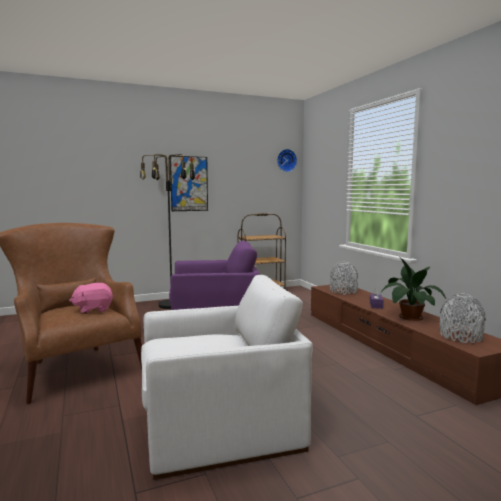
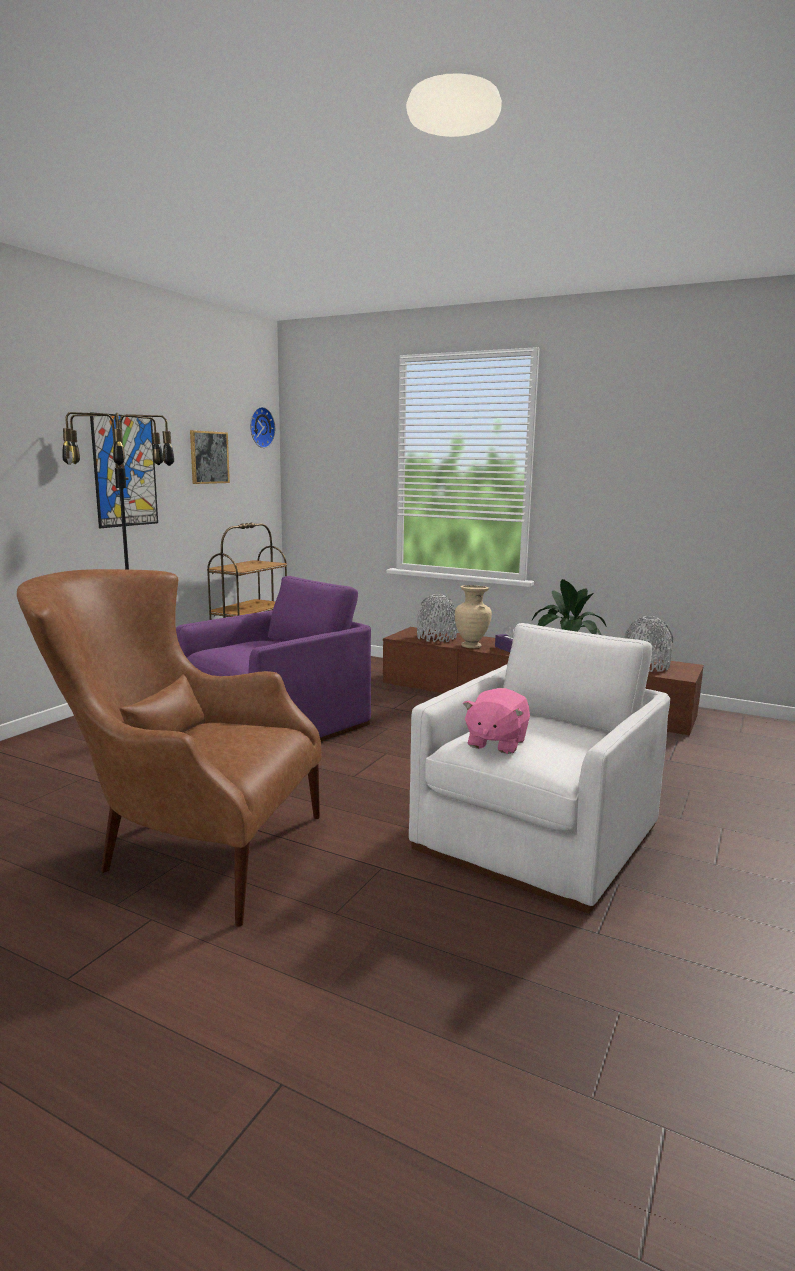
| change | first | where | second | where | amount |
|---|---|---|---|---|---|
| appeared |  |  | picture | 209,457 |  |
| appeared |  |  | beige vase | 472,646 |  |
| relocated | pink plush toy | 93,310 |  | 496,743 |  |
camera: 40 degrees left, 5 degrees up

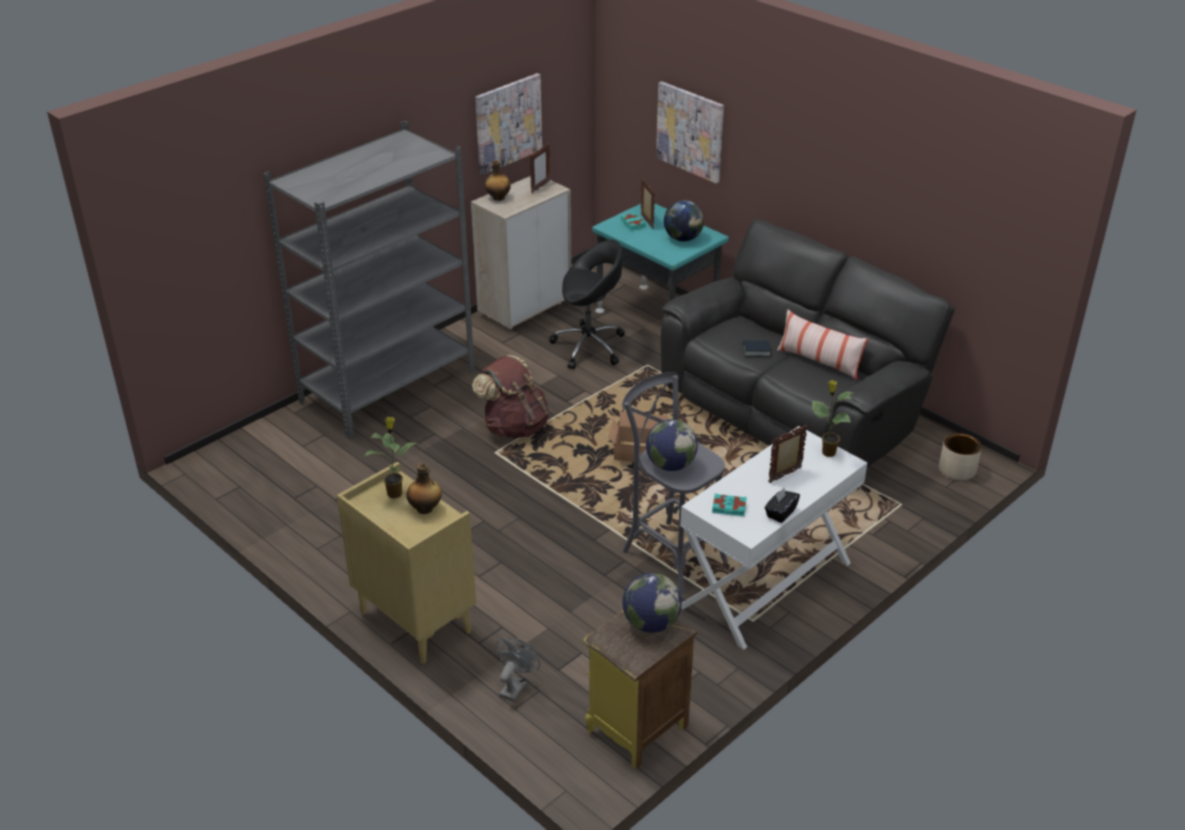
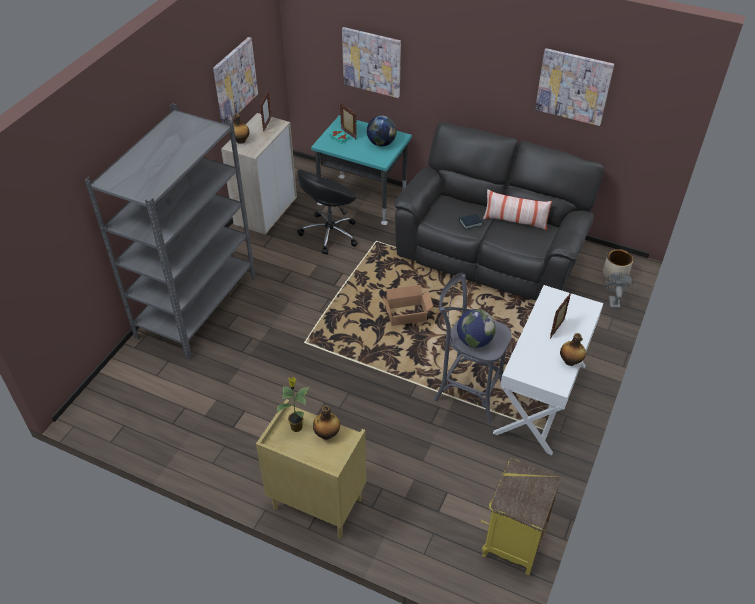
| change | first | where | second | where | amount |
|---|---|---|---|---|---|
| spun | black office chair | 590,346 |  | 328,235 | 150 degrees clockwise |
| appeared |  |  | picture | 573,86 |  |
| exchanged | black tissue box | 780,513 | bottle | 570,361 |  |
| relocated | grey fan | 515,686 |  | 613,300 |  |
| missing | brown backpack | 514,427 |  |  |  |
| missing | globe | 651,623 |  |  |  |
| missing | turquoise book | 729,508 |  |  |  |
| missing | potted plant | 827,452 |  |  |  |
camera: 20 degrees left, 10 degrees up

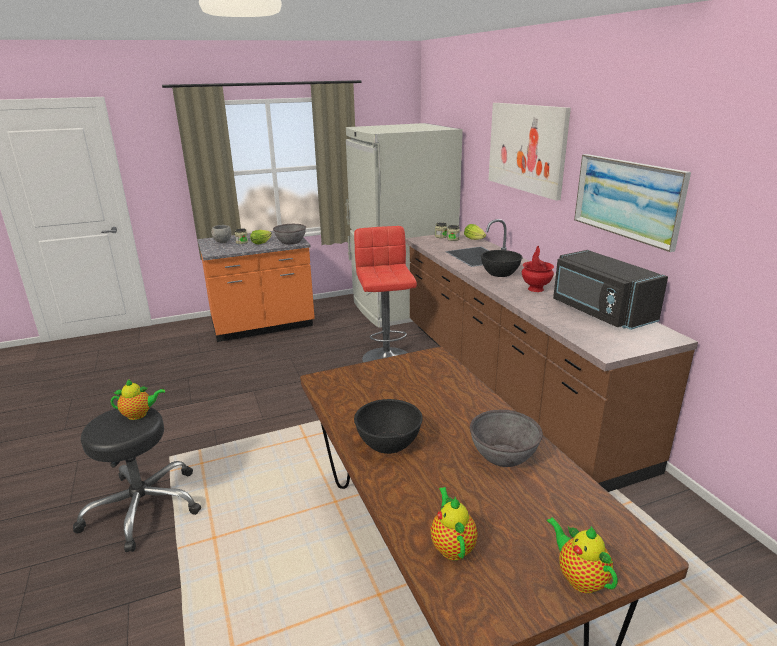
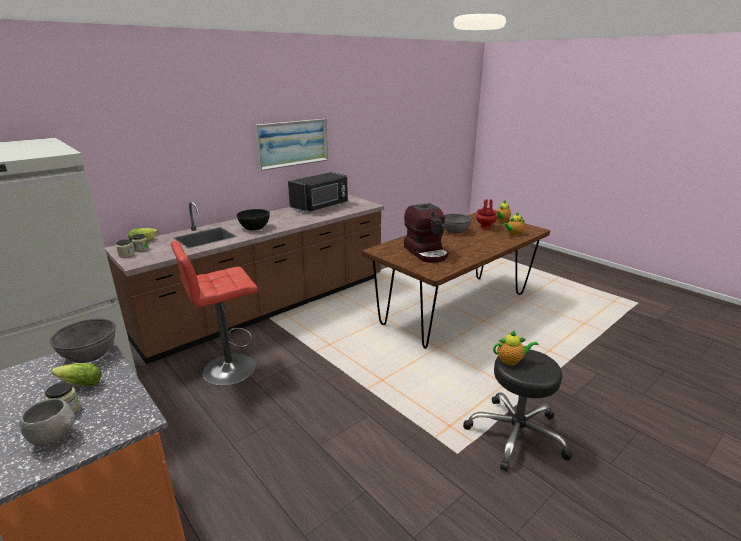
| change | first | where | second | where | amount |
|---|---|---|---|---|---|
| appeared |  |  | coffee machine | 426,252 |  |
| relocated | red vase | 535,289 |  | 485,227 |  |
| spun | teapot | 139,414 |  | 511,361 | 120 degrees clockwise |
| missing | black bowl | 388,442 |  |  |  |
| missing | picture | 526,148 |  |  |  |
camera: 110 degrees left, 0 degrees up

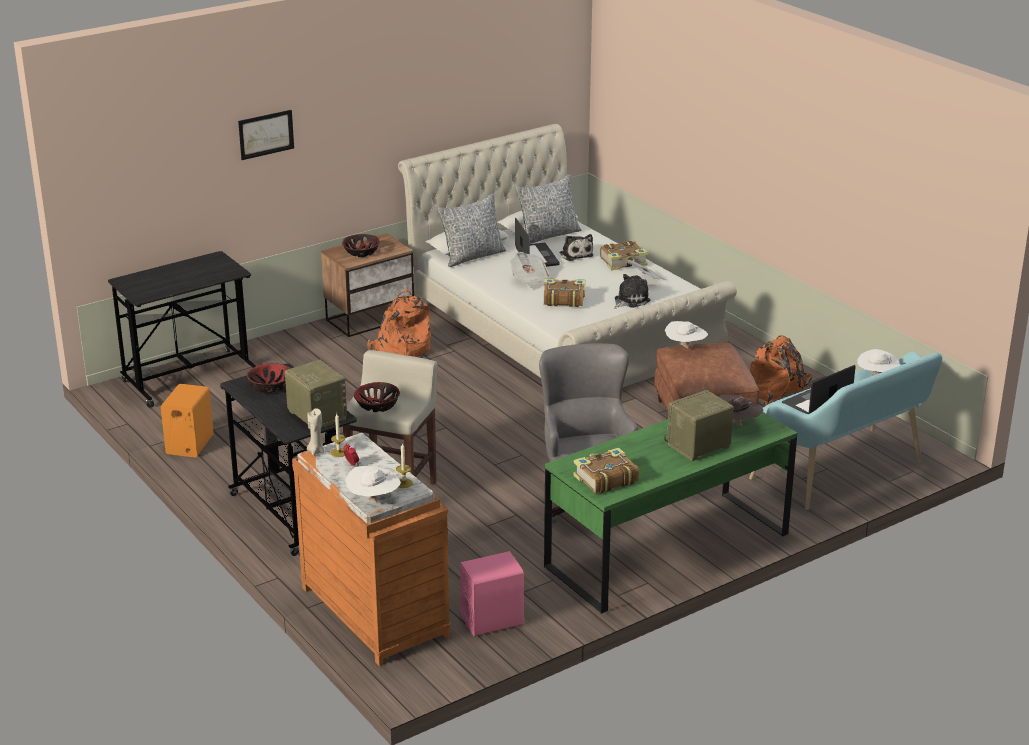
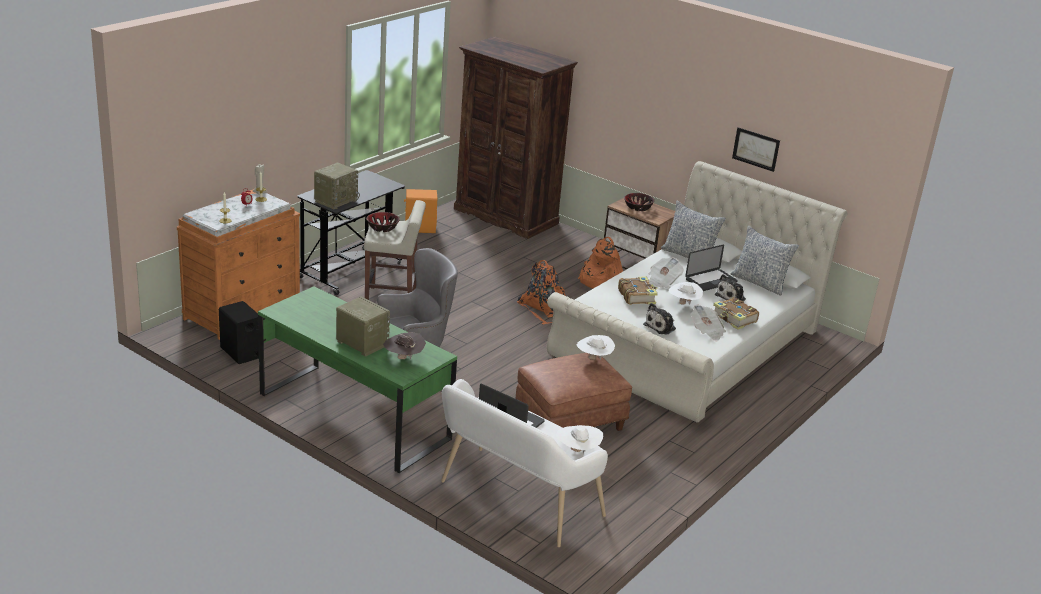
| change | first | where | second | where | amount |
|---|---|---|---|---|---|
| colour | pink speaker | 492,620 | black speaker | 241,352 |  |
| colour | turquoise bench | 843,473 | white bench | 515,501 |  |
| exchanged | black desk | 190,378 | brown wardrobe | 505,216 |  |
| relocated | orange backpack | 780,393 |  | 544,309 |  |
| spun | plush toy | 630,300 |  | 661,327 | 105 degrees clockwise |
| relocated | white hat | 373,500 |  | 683,304 |  |
| relocated | picture | 266,134 |  | 756,149 |  |
| missing | bowl | 270,386 |  |  |  |
| missing | book | 605,479 |  |  |  |
camera: 70 degrees right, 0 degrees up

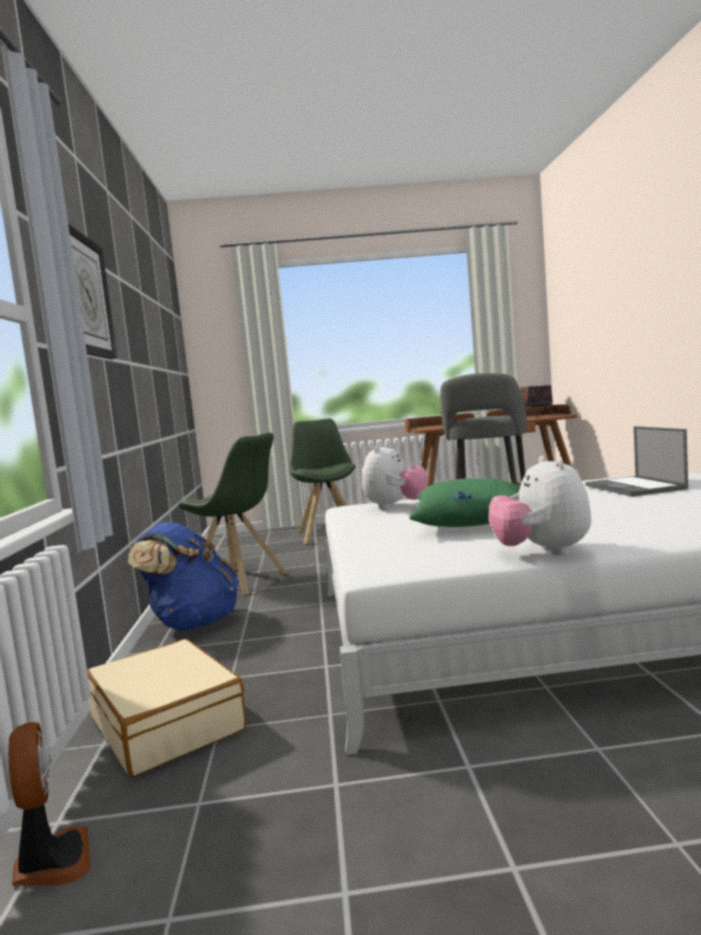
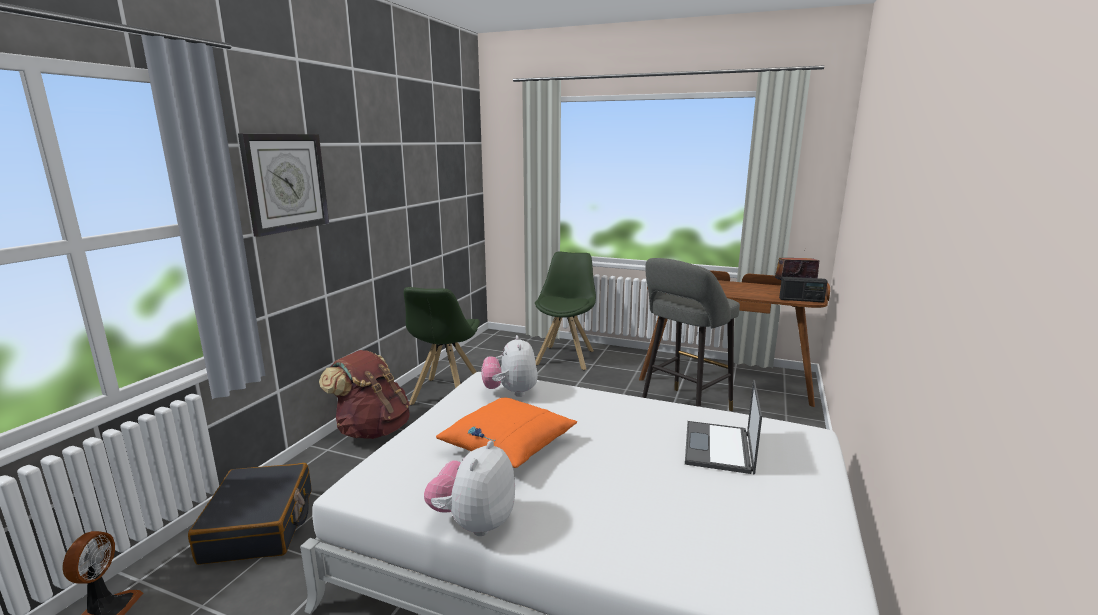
| change | first | where | second | where | amount |
|---|---|---|---|---|---|
| colour | beige suitcase | 167,723 | black suitcase | 260,525 |  |
| colour | blue backpack | 192,623 | brown backpack | 372,430 |  |
| spun | green chair | 239,581 |  | 446,393 | 45 degrees clockwise |
| colour | green pillow | 470,523 | orange pillow | 508,447 |  |
| spun | plush toy | 395,507 |  | 511,392 | 120 degrees clockwise |
| appeared |  |  | radio | 801,300 |  |
camera: 25 degrees right, 10 degrees up

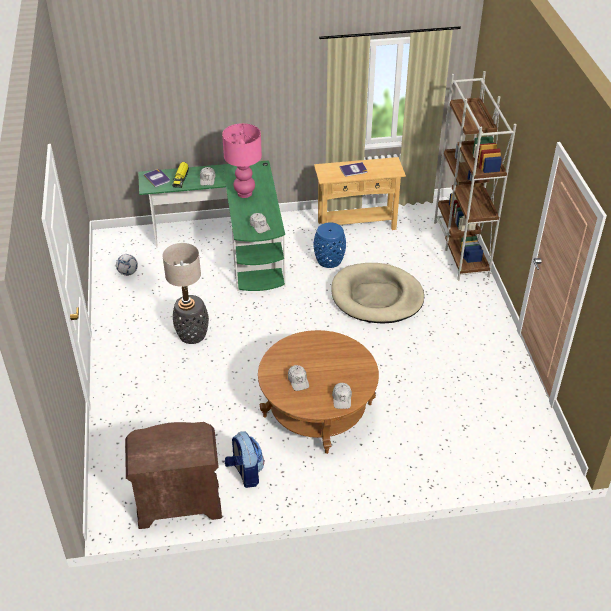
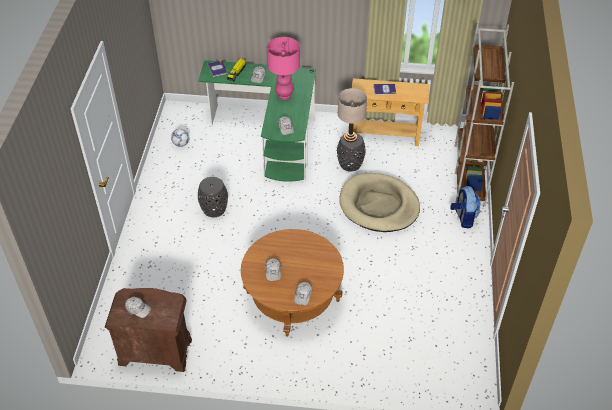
| change | first | where | second | where | amount |
|---|---|---|---|---|---|
| appeared |  |  | white cap | 138,309 |  |
| colour | blue stool | 329,260 | grey stool | 350,164 |  |
| relocated | beige table lamp | 186,305 |  | 350,137 |  |
| relocated | backpack | 245,473 |  | 463,218 |  |
camera: 15 degrees right, 5 degrees up

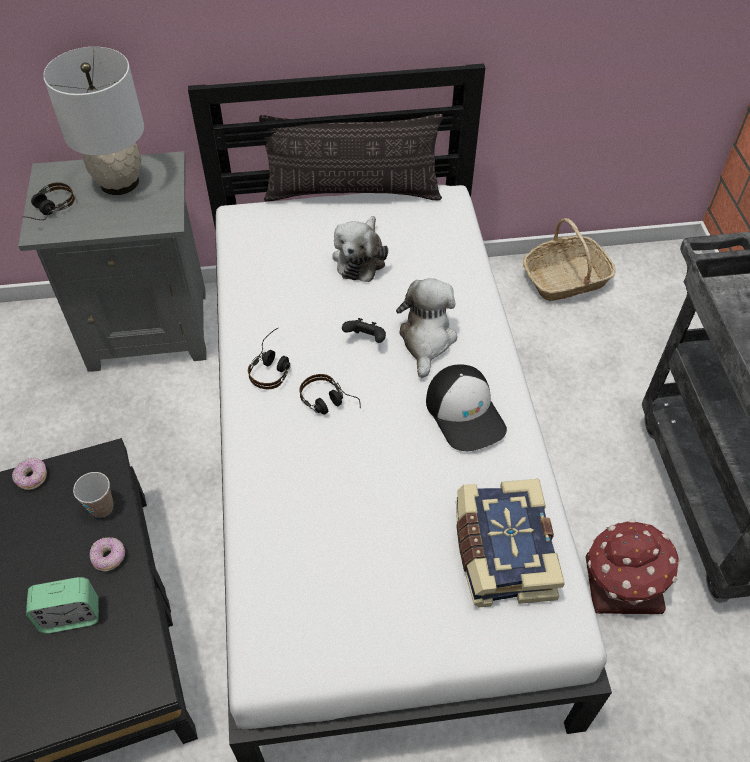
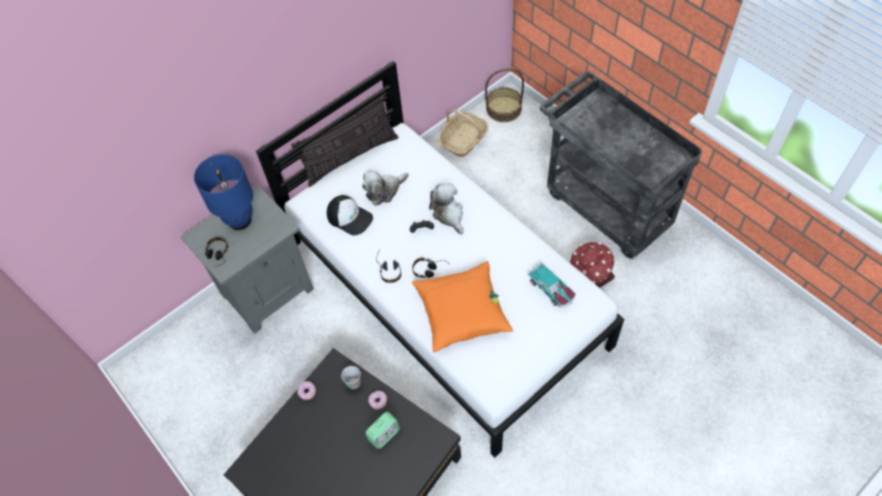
| change | first | where | second | where | amount |
|---|---|---|---|---|---|
| colour | white table lamp | 120,182 | blue table lamp | 240,220 |  |
| relocated | cap | 465,413 |  | 350,217 |  |
| spun | plush toy | 360,258 |  | 384,191 | 75 degrees clockwise |
| appeared |  |  | orange pillow | 462,313 |  |
| appeared |  |  | basket | 504,109 |  |
| exchanged | book | 501,552 | toy car | 551,289 |  |
camera: 30 degrees left, 5 degrees up

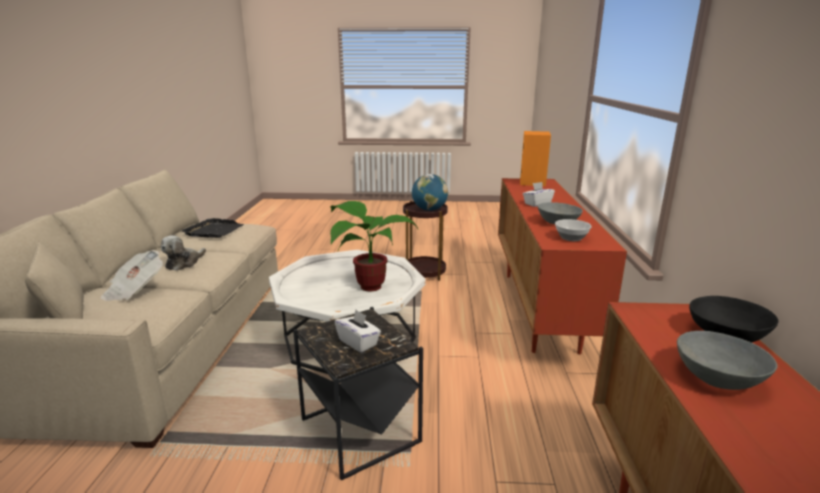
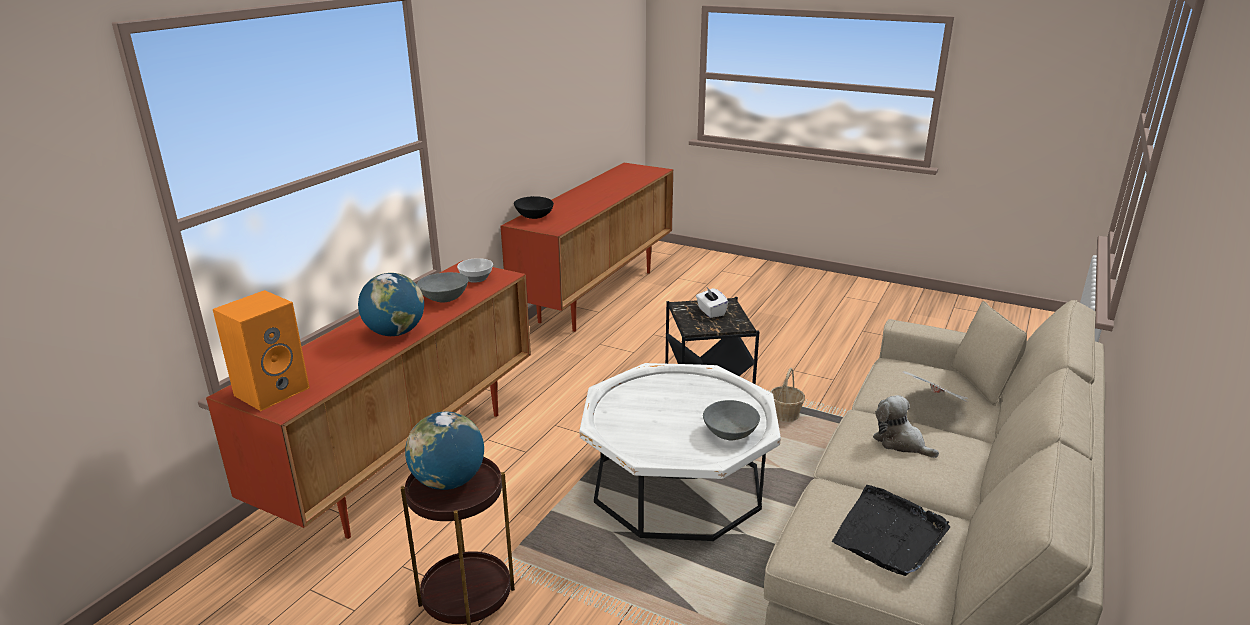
| change | first | where | second | where | amount |
|---|---|---|---|---|---|
| exchanged | white tissue box | 537,204 | globe | 395,333 |  |
| relocated | grey bowl | 719,378 |  | 730,432 |  |
| appeared |  |  | basket | 785,414 |  |
| spun | plush toy | 184,263 |  | 900,442 | 90 degrees counterclockwise |
| missing | potted plant | 367,286 |  |  |  |
camera: 155 degrees left, 5 degrees up

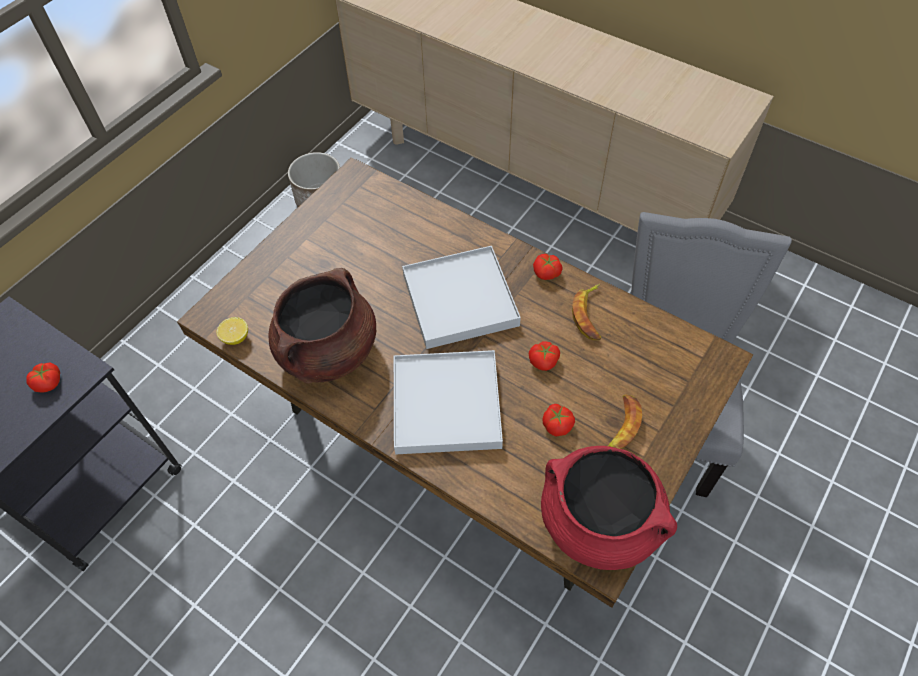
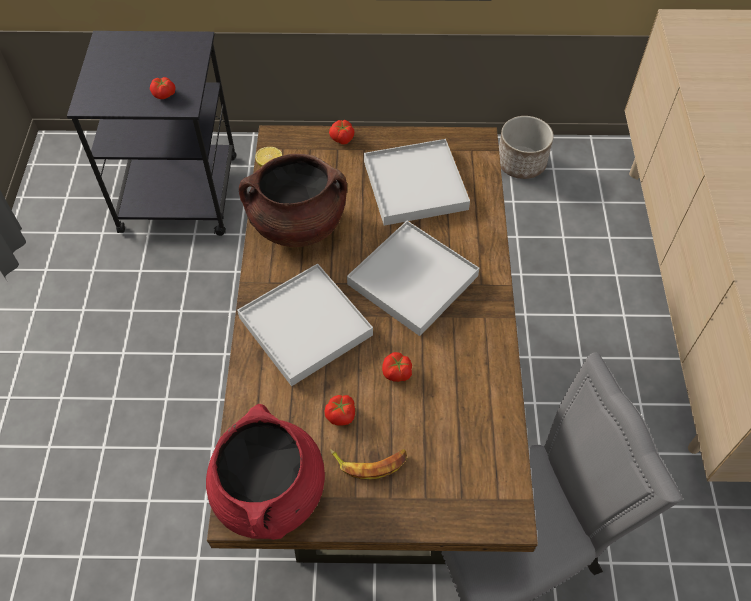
| change | first | where | second | where | amount |
|---|---|---|---|---|---|
| relocated | tomato | 546,273 |  | 342,138 |  |
| appeared |  |  | white tray | 415,185 |  |
| missing | banana | 589,315 |  |  |  |
camera: 55 degrees right, 0 degrees up

